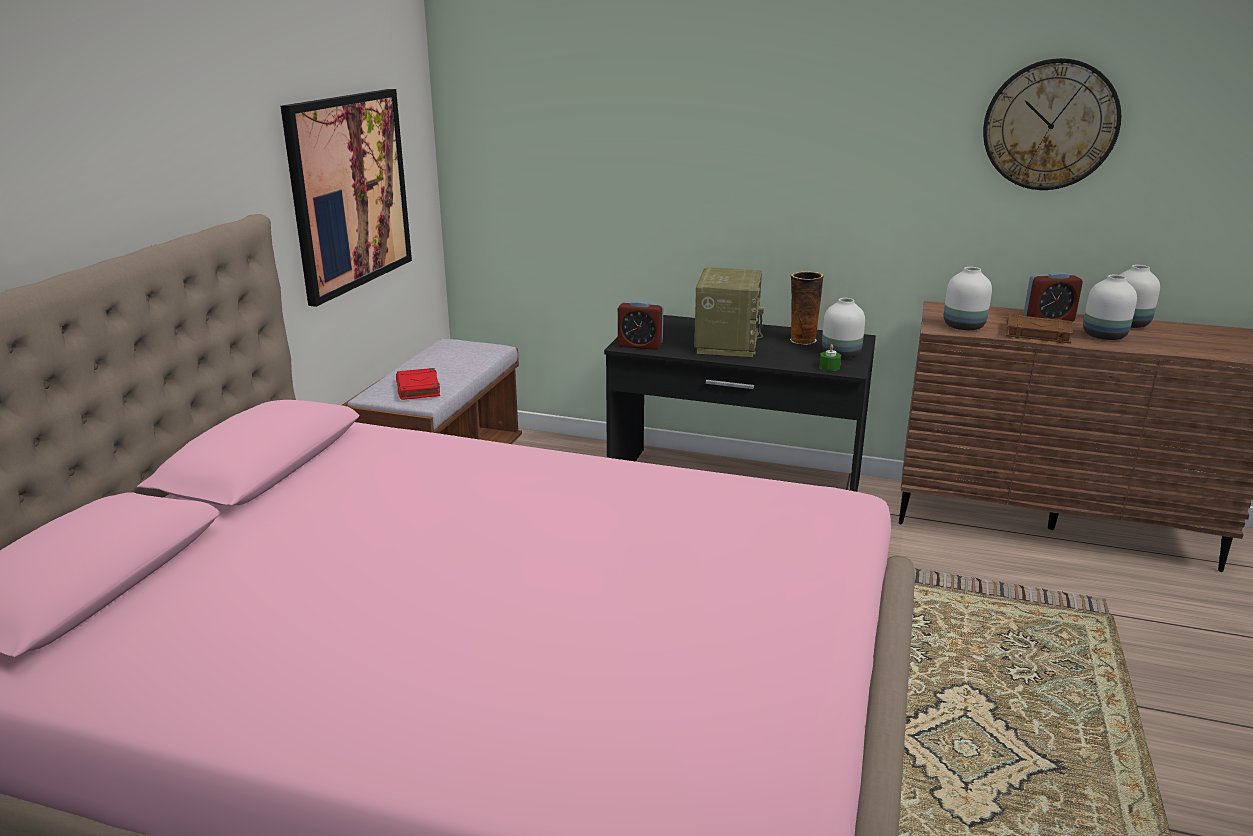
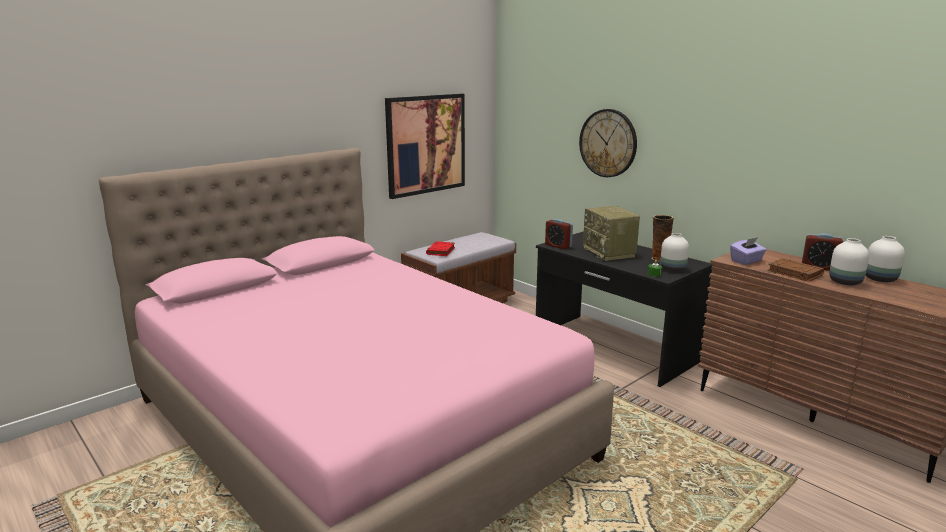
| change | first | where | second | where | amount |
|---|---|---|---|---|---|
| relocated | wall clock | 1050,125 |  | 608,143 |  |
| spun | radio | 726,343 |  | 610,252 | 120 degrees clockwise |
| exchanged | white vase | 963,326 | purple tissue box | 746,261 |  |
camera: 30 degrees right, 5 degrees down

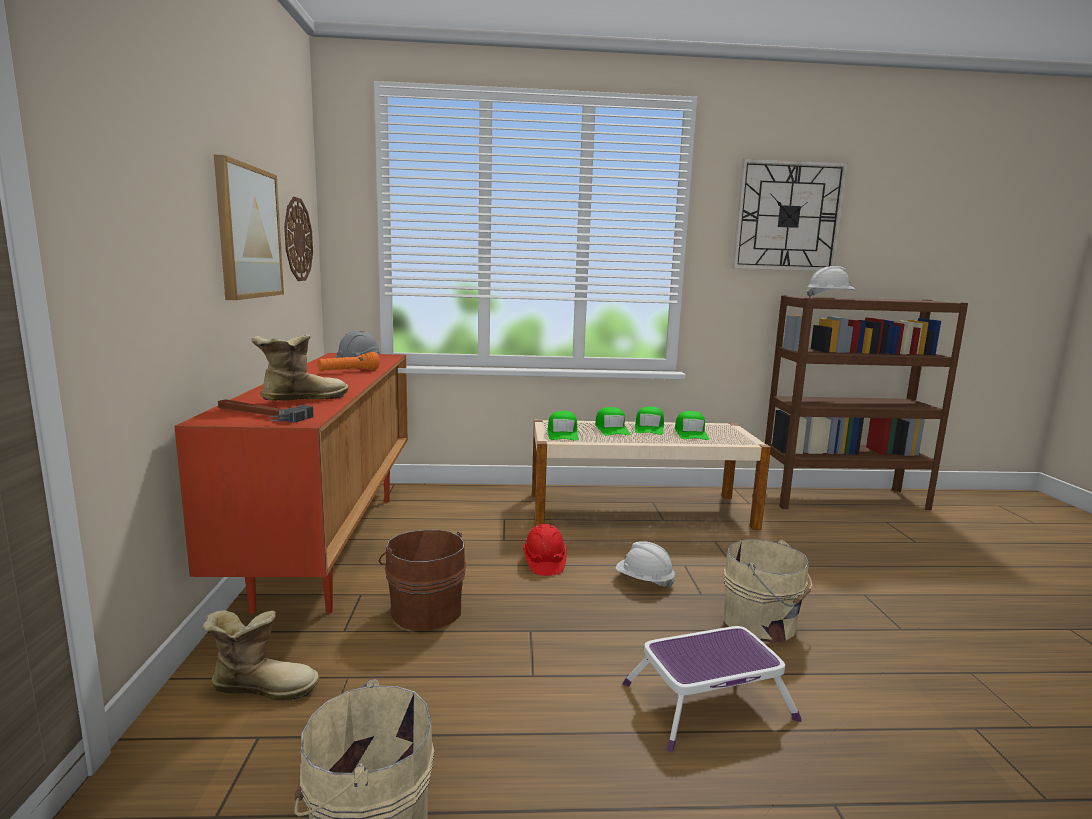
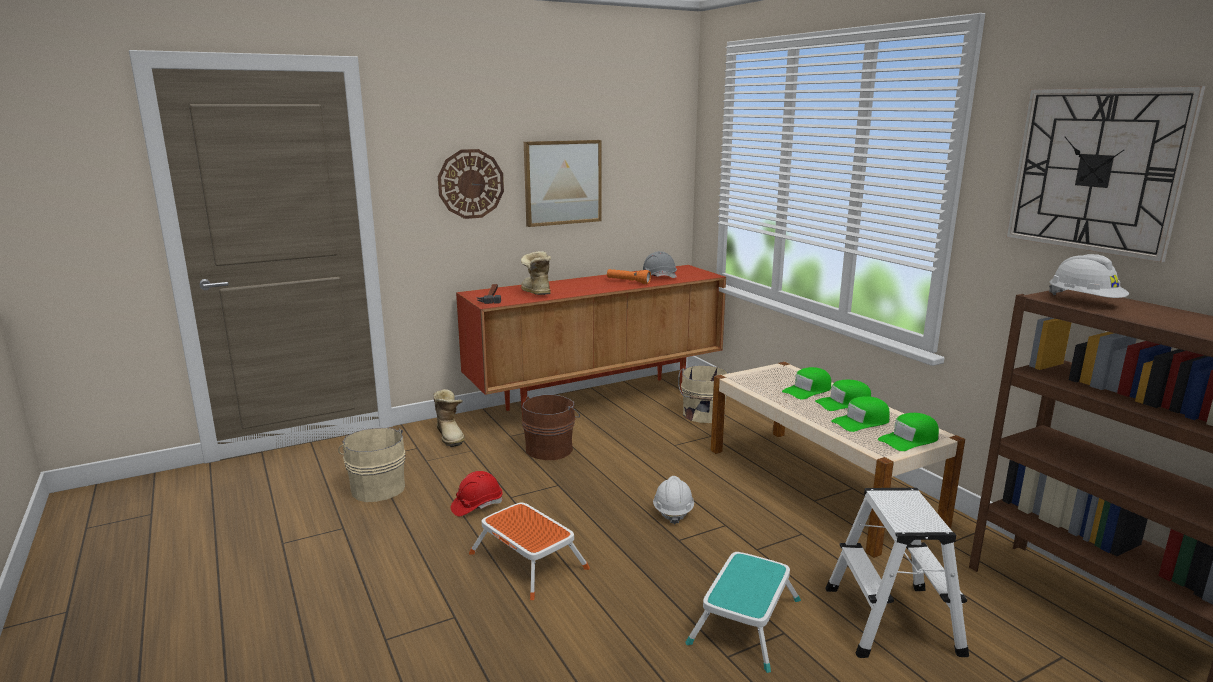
| change | first | where | second | where | amount |
|---|---|---|---|---|---|
| relocated | wall clock | 297,239 |  | 471,184 |  |
| relocated | red hard hat | 544,562 |  | 477,505 |  |
| colour | purple step ladder | 709,702 | orange step ladder | 527,561 |  |
| spun | boot | 301,399 |  | 535,293 | 135 degrees counterclockwise |
| relocated | beige bucket | 762,624 |  | 702,415 |  |
| appeared |  |  | turquoise step ladder | 744,621 |  |
| appeared |  |  | white step ladder | 892,620 |  |
| relocated | green cap | 562,434 |  | 909,440 |  |
camera: 65 degrees right, 5 degrees up

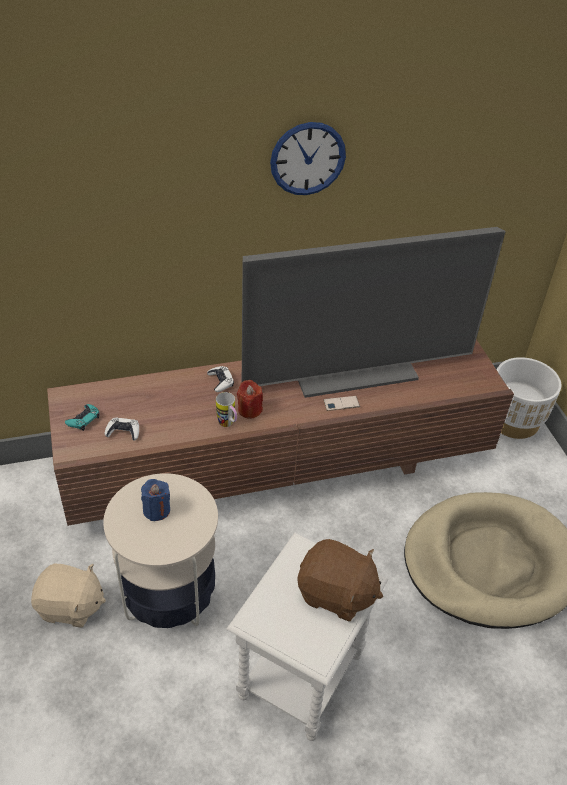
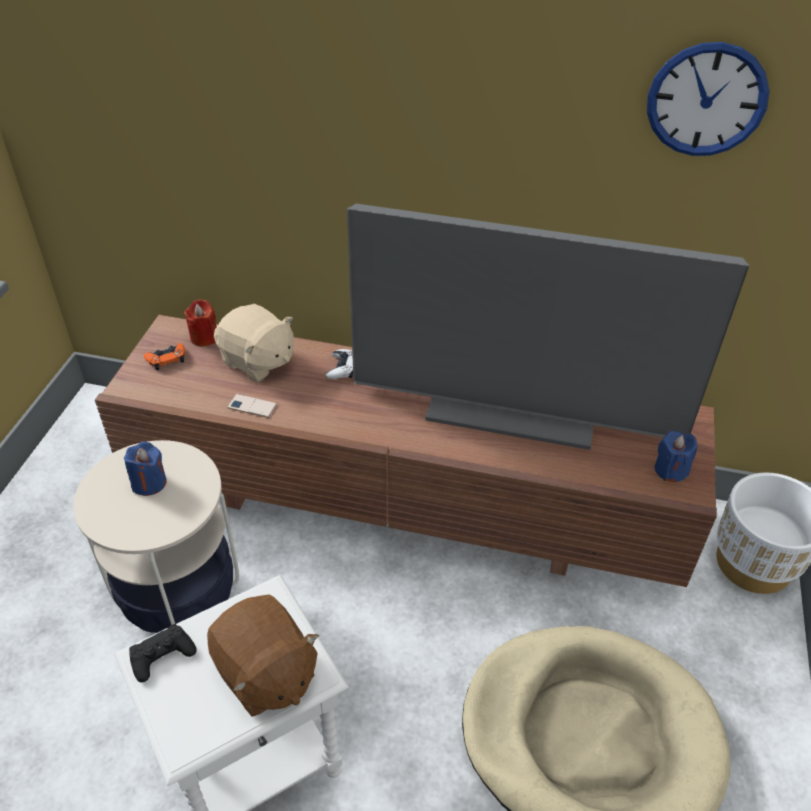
| change | first | where | second | where | amount |
|---|---|---|---|---|---|
| appeared |  |  | black game controller | 162,655 |  |
| colour | turquoise game controller | 83,420 | orange game controller | 166,359 |  |
| relocated | red candle | 249,410 |  | 204,337 |  |
| relocated | beige plush toy | 70,607 |  | 257,362 |  |
| relocated | phone | 341,403 |  | 252,406 |  |
| relocated | wall clock | 307,159 |  | 706,100 |  |
| appeared |  |  | blue candle | 670,470 |  |
| missing | white game controller | 123,431 |  |  |  |
| missing | mug | 228,425 |  |  |  |
camera: 30 degrees right, 0 degrees up

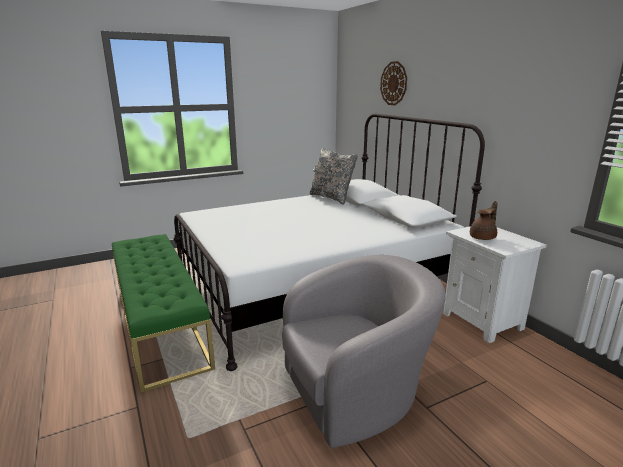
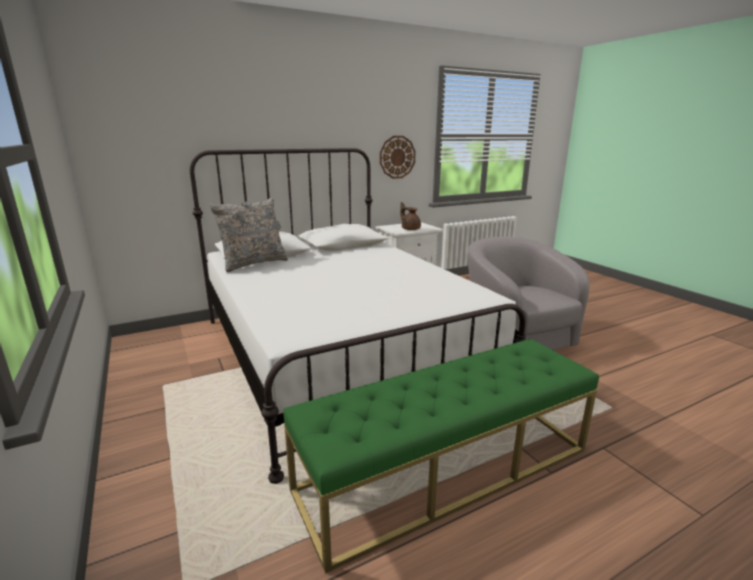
| change | first | where | second | where | amount |
|---|---|---|---|---|---|
| relocated | wall clock | 393,83 |  | 397,157 |  |
camera: 90 degrees left, 0 degrees up

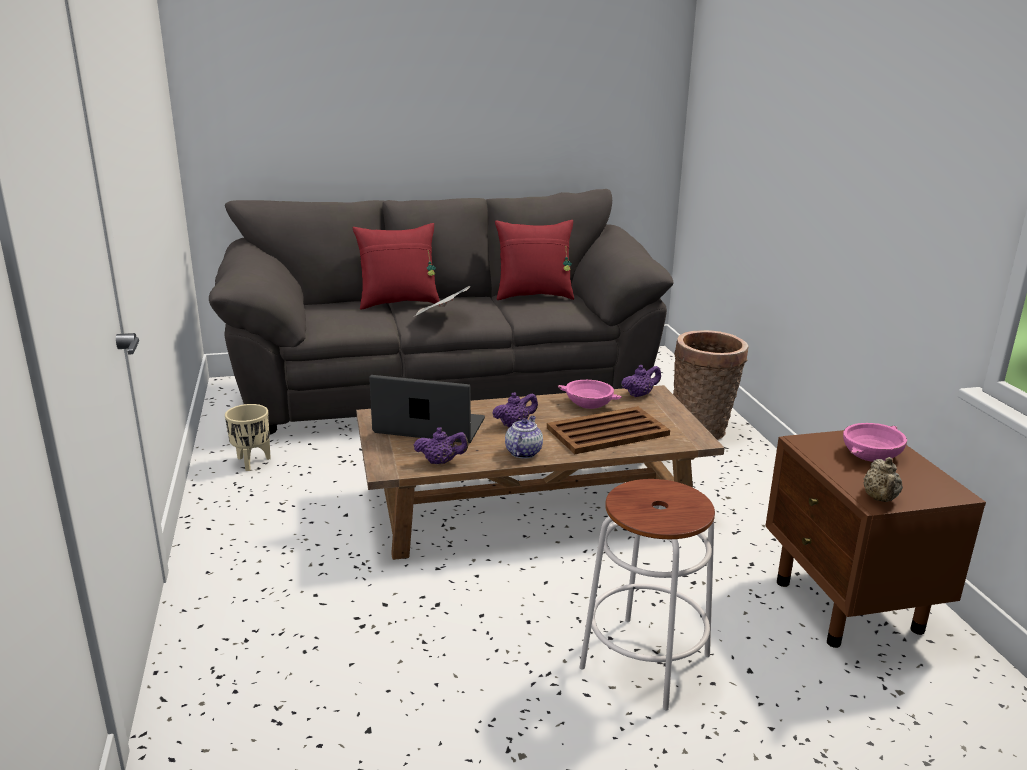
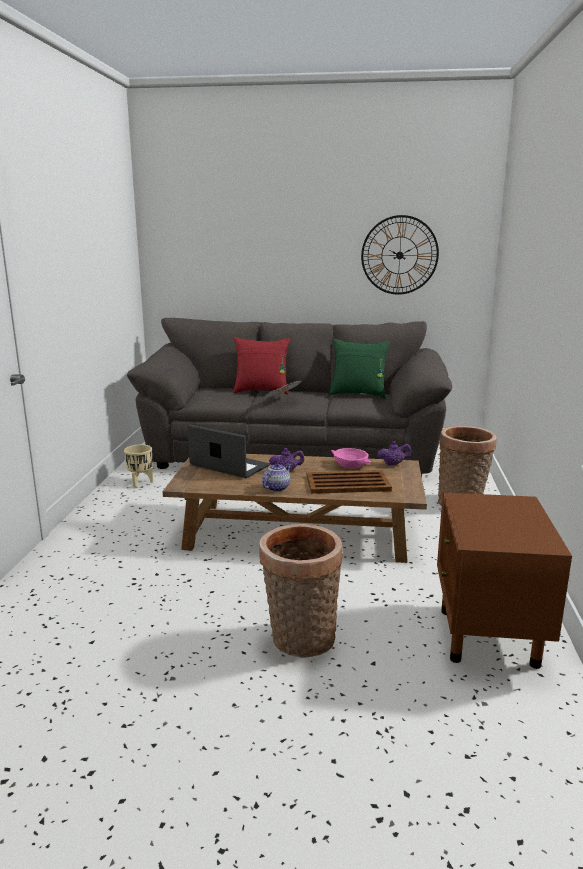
| change | first | where | second | where | amount |
|---|---|---|---|---|---|
| exchanged | white stool | 645,661 | basket | 300,641 |  |
| colour | red pillow | 534,296 | green pillow | 358,395 |  |
| appeared |  |  | wall clock | 399,255 |  |
| missing | purple teapot | 441,462 |  |  |  |
| missing | pink bowl | 871,455 |  |  |  |
| missing | beige teapot | 880,499 |  |  |  |
camera: 20 degrees right, 5 degrees down

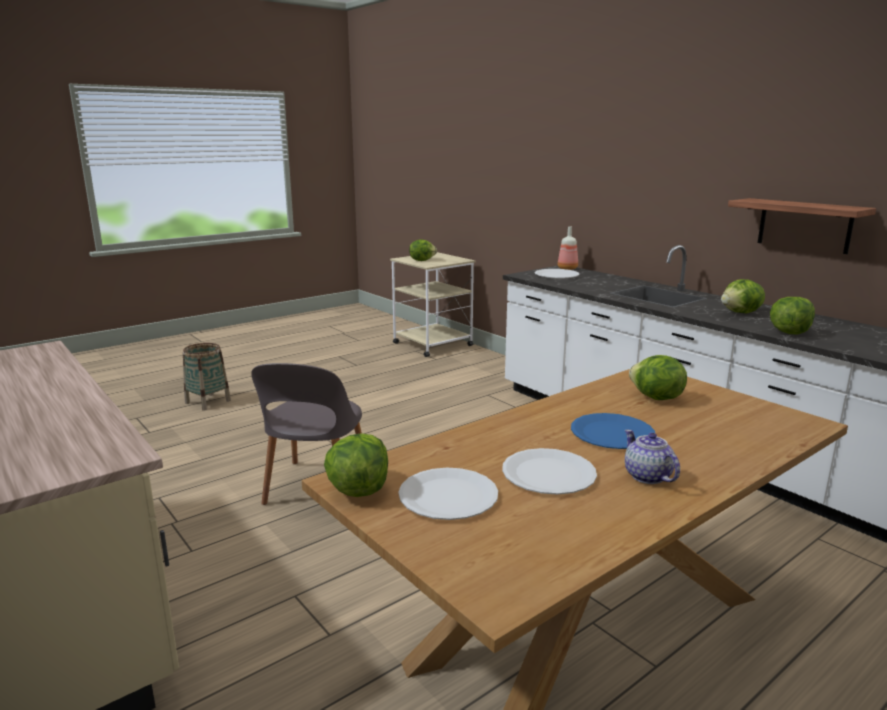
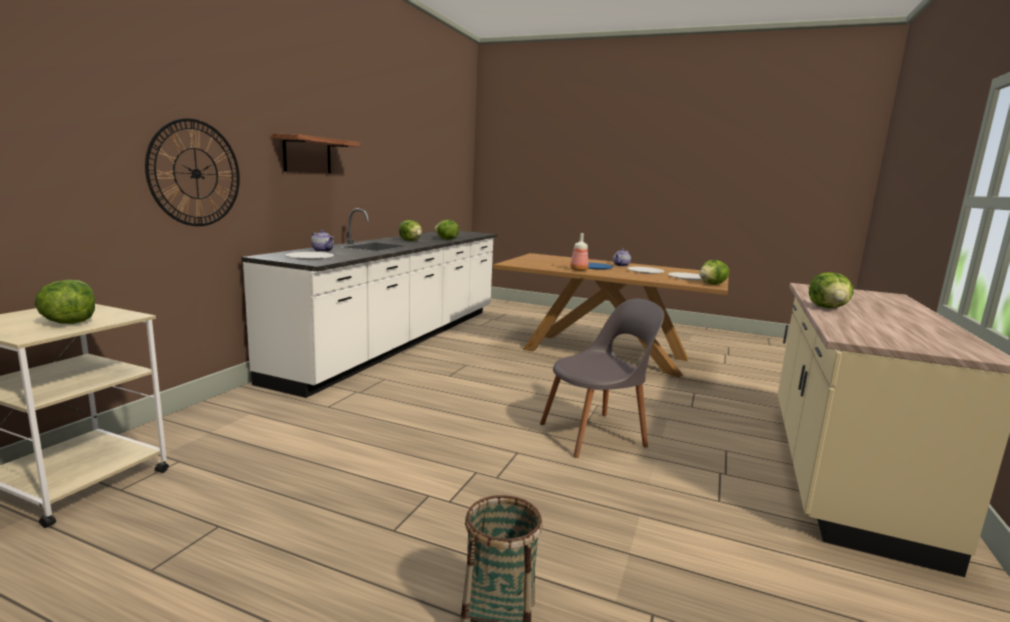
| change | first | where | second | where | amount |
|---|---|---|---|---|---|
| appeared |  |  | wall clock | 196,173 |  |
| relocated | shelf | 804,225 |  | 307,155 |  |
| appeared |  |  | teapot | 323,251 |  |
| relocated | bottle | 567,268 |  | 578,270 |  |
| relocated | lettuce | 656,398 |  | 828,308 |  |
camera: 120 degrees left, 5 degrees down

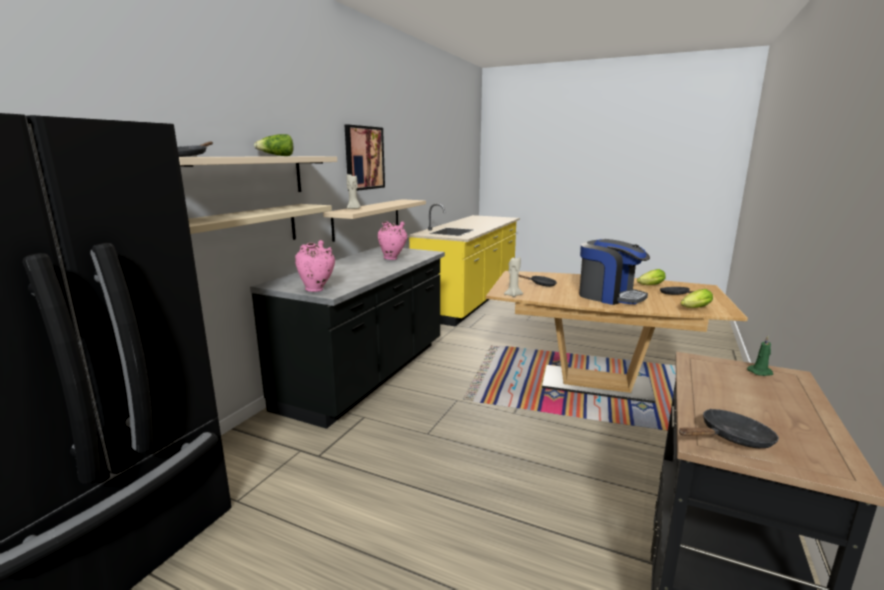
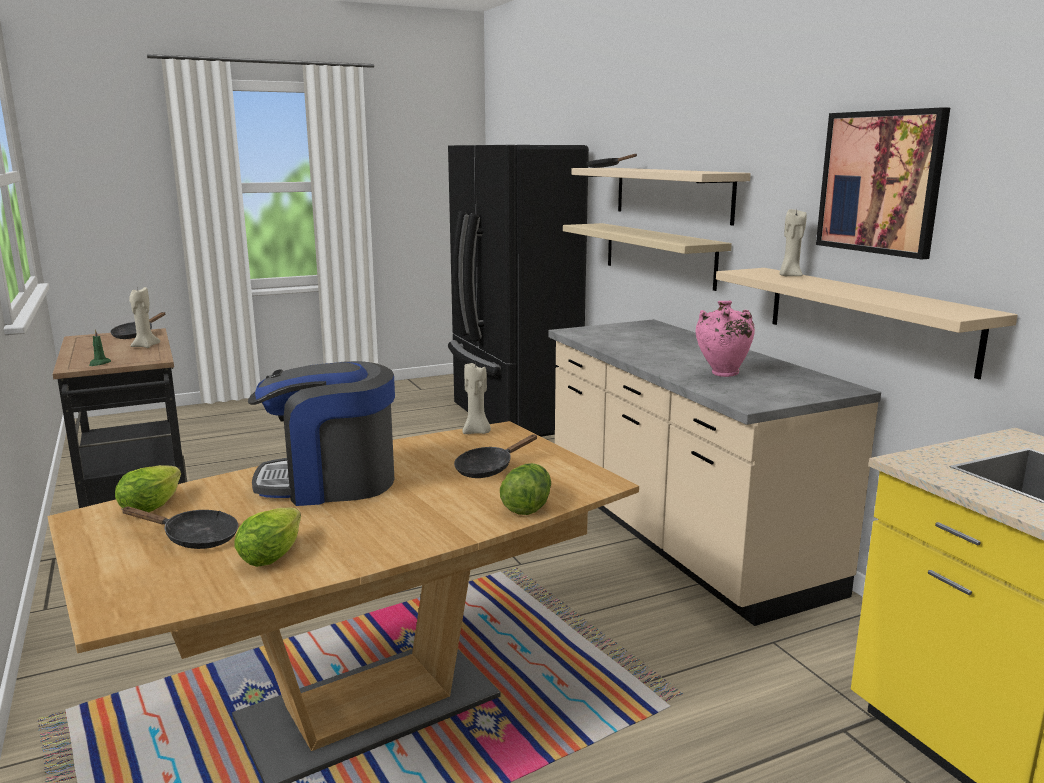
| change | first | where | second | where | amount |
|---|---|---|---|---|---|
| appeared |  |  | beige candle | 145,346 |  |
| relocated | lettuce | 277,156 |  | 527,505 |  |
| colour | black counter | 367,375 | beige counter | 679,536 |  |
| missing | pink vase | 317,290 |  |  |  |
camera: 130 degrees right, 0 degrees up

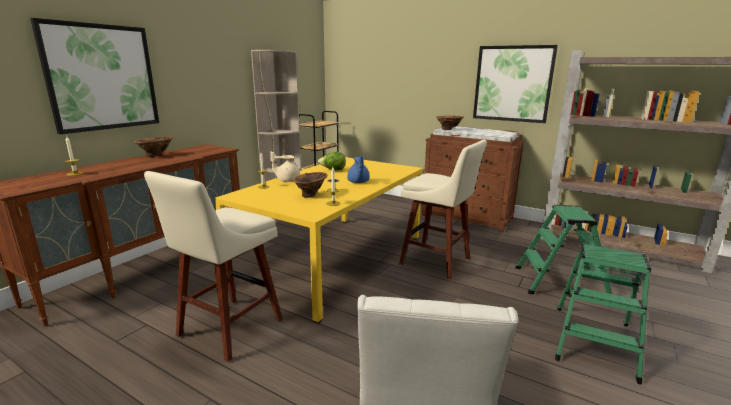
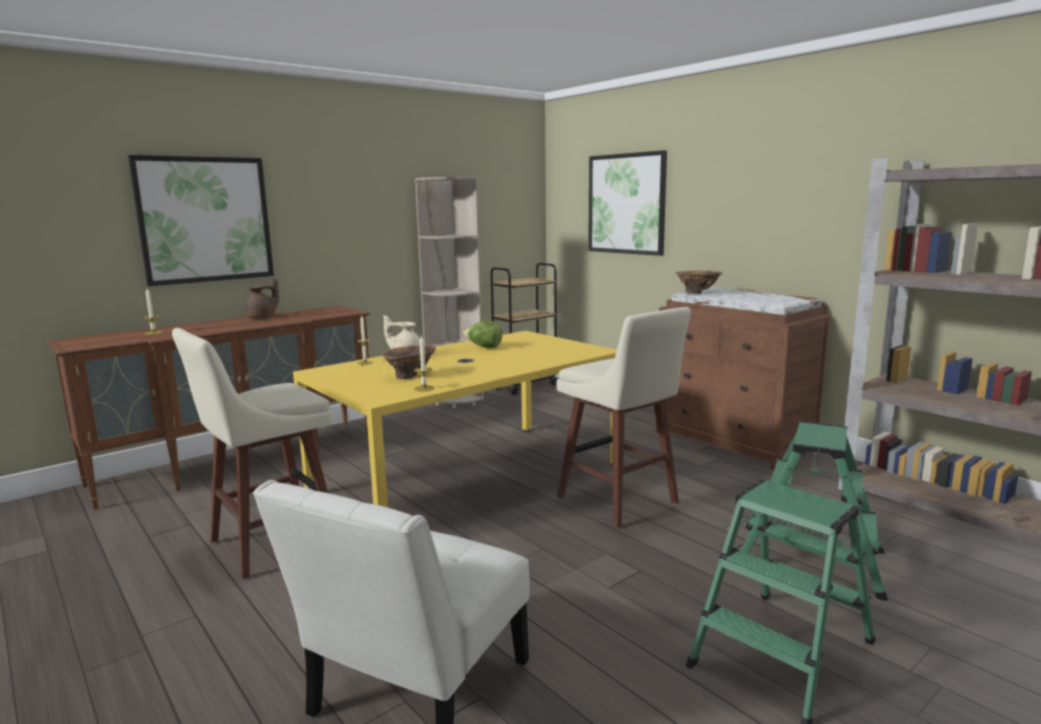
| change | first | where | second | where | amount |
|---|---|---|---|---|---|
| exchanged | brown vase | 156,155 | brown teapot | 263,317 |  |
| relocated | picture | 512,84 |  | 626,204 |  |
| missing | blue teapot | 358,182 |  |  |  |
camera: 20 degrees right, 5 degrees down

